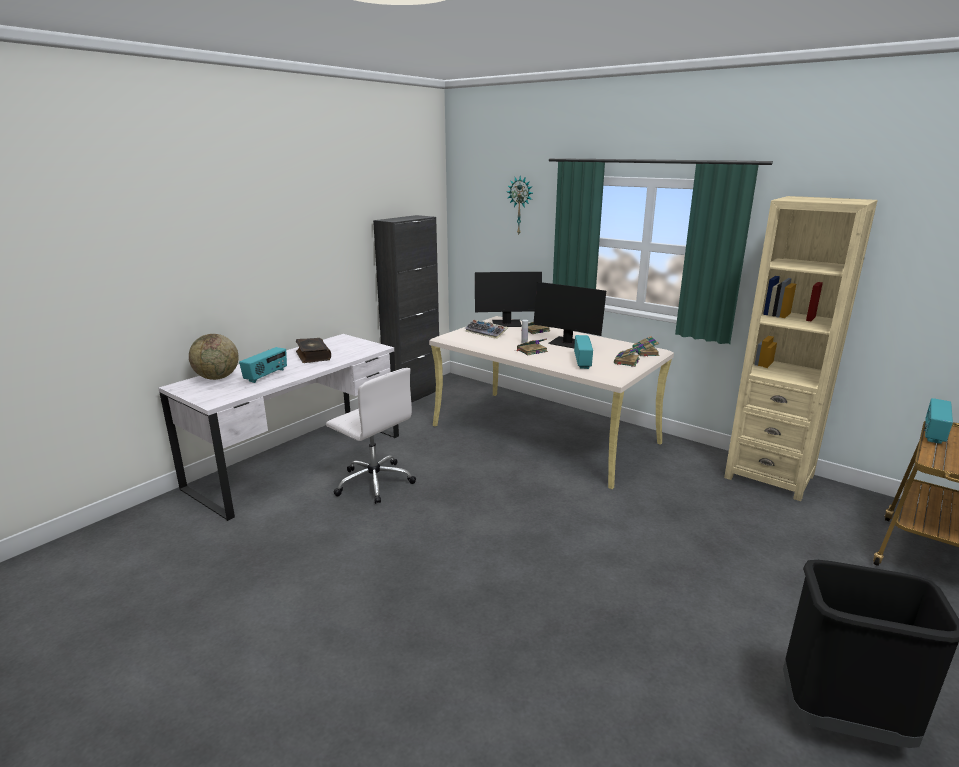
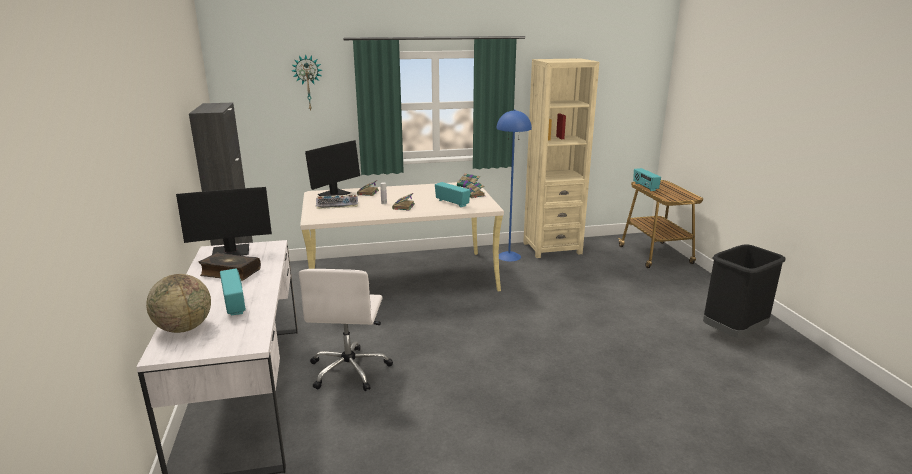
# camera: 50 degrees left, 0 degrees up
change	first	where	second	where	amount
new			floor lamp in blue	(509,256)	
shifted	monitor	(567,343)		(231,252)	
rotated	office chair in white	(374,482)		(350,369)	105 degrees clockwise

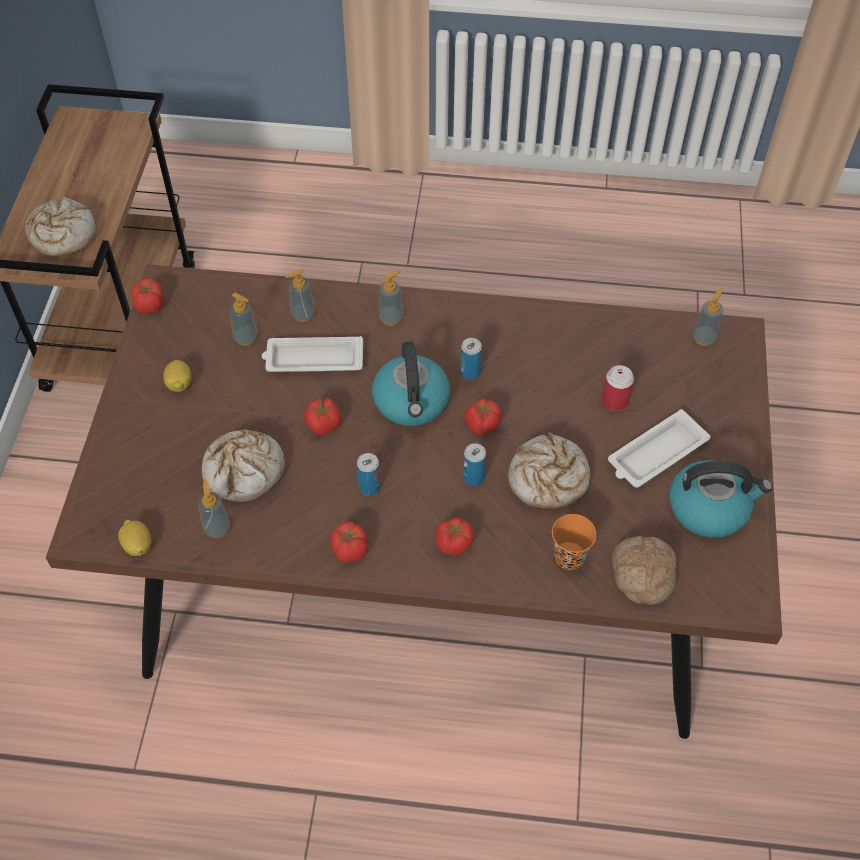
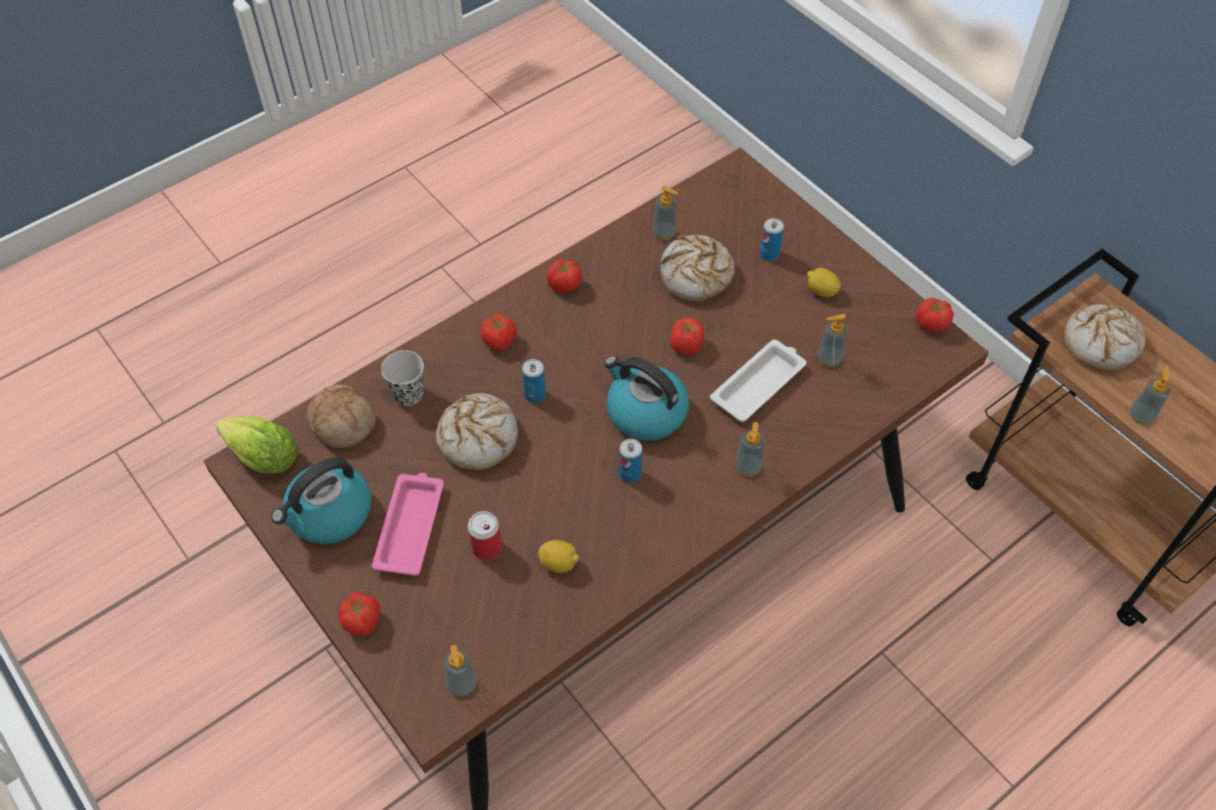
# camera: 135 degrees right, 0 degrees up
change	first	where	second	where	amount
new			lettuce	(260,456)	
shifted	lemon	(138,545)		(558,563)	
shifted	soap dispenser	(303,314)		(1141,416)	
shifted	can	(369,487)		(769,254)	
shifted	tomato	(482,425)		(362,621)	
repainted	cup in orange	(569,557)	cup in black	(408,394)	
repainted	tray in white	(655,454)	tray in pink	(410,526)	

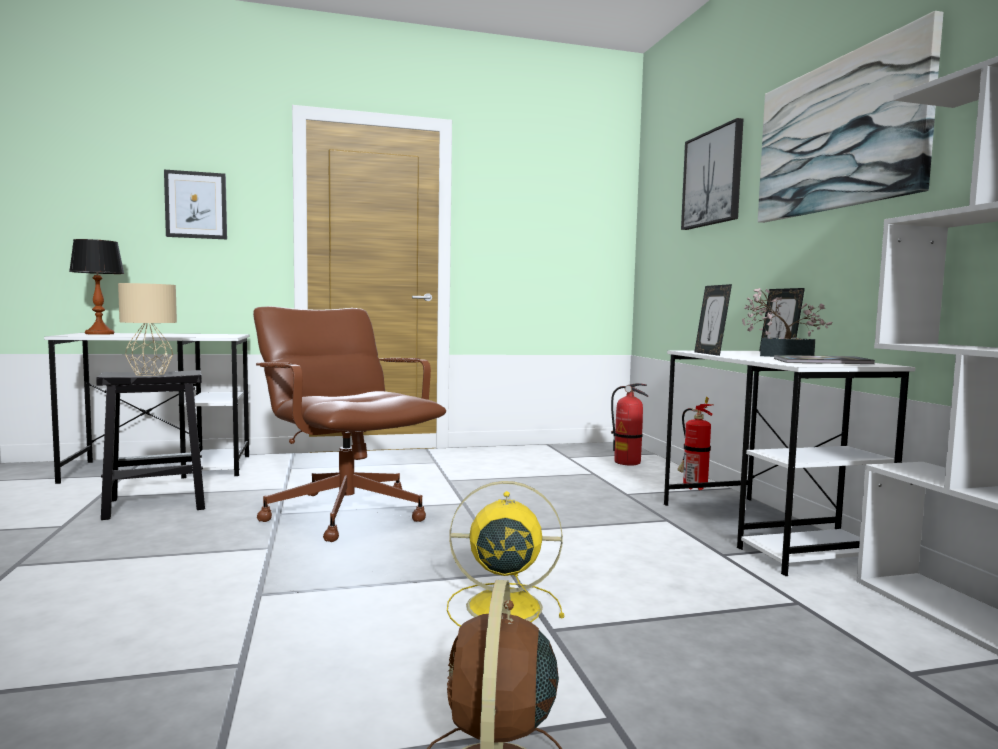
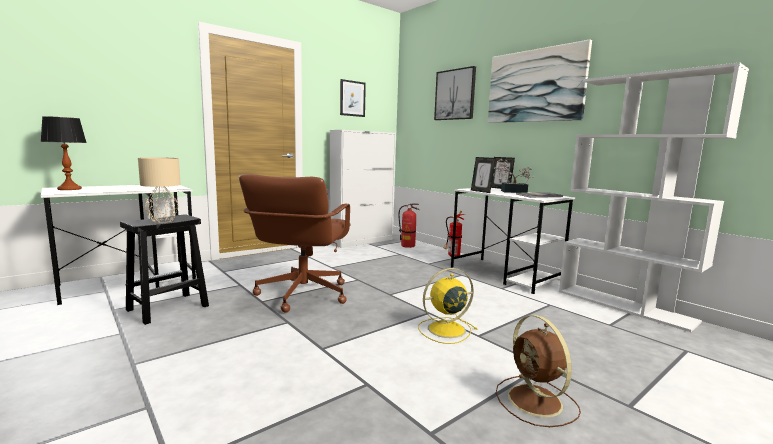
# camera: 25 degrees left, 5 degrees up
change	first	where	second	where	amount
new			cabinet in white	(362,241)	
shifted	picture	(196,205)		(352,98)	
rotated	office chair in brown	(346,513)		(302,295)	105 degrees counterclockwise

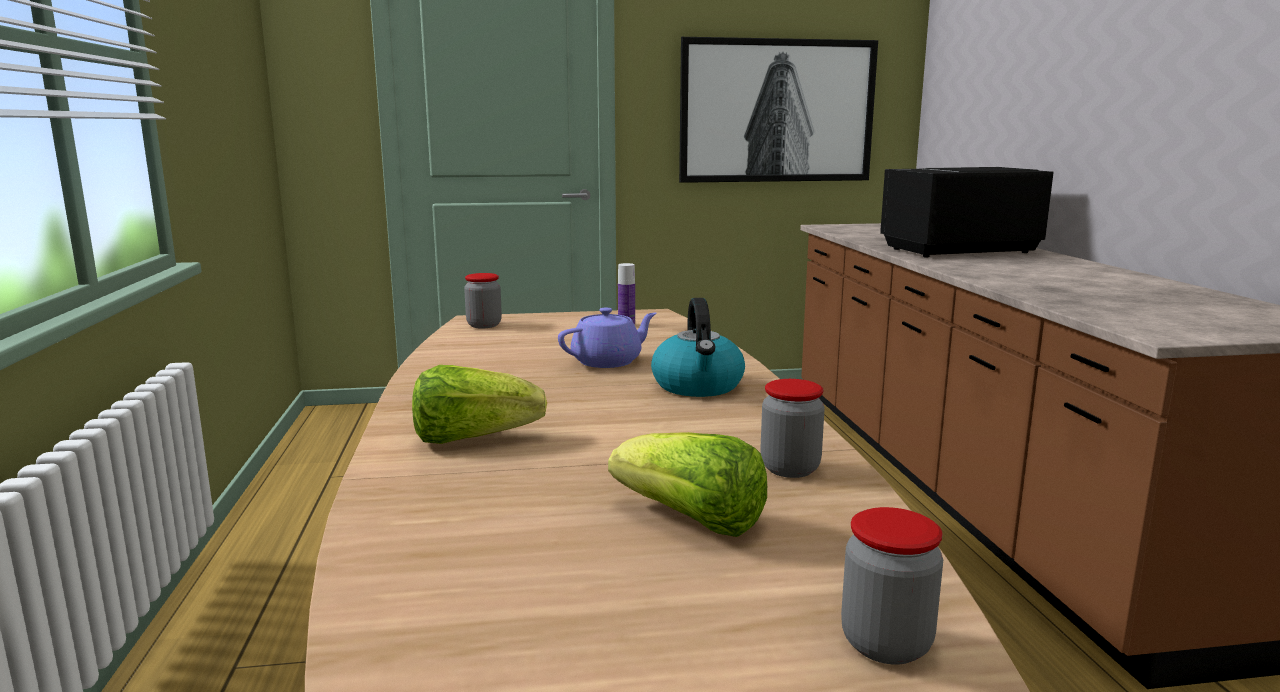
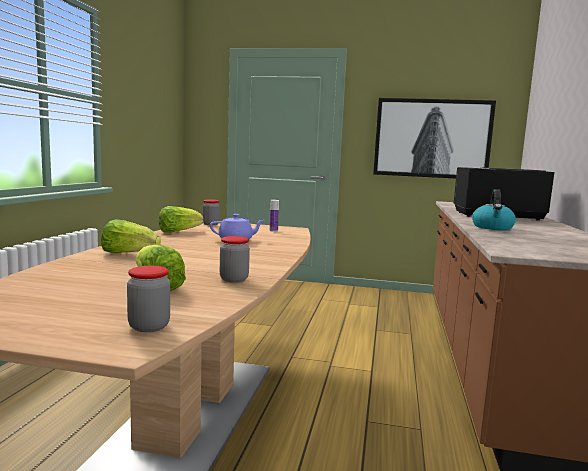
# camera: 20 degrees right, 5 degrees down
change	first	where	second	where	amount
new			lettuce	(178,232)	
shifted	kettle	(698,386)		(492,227)	

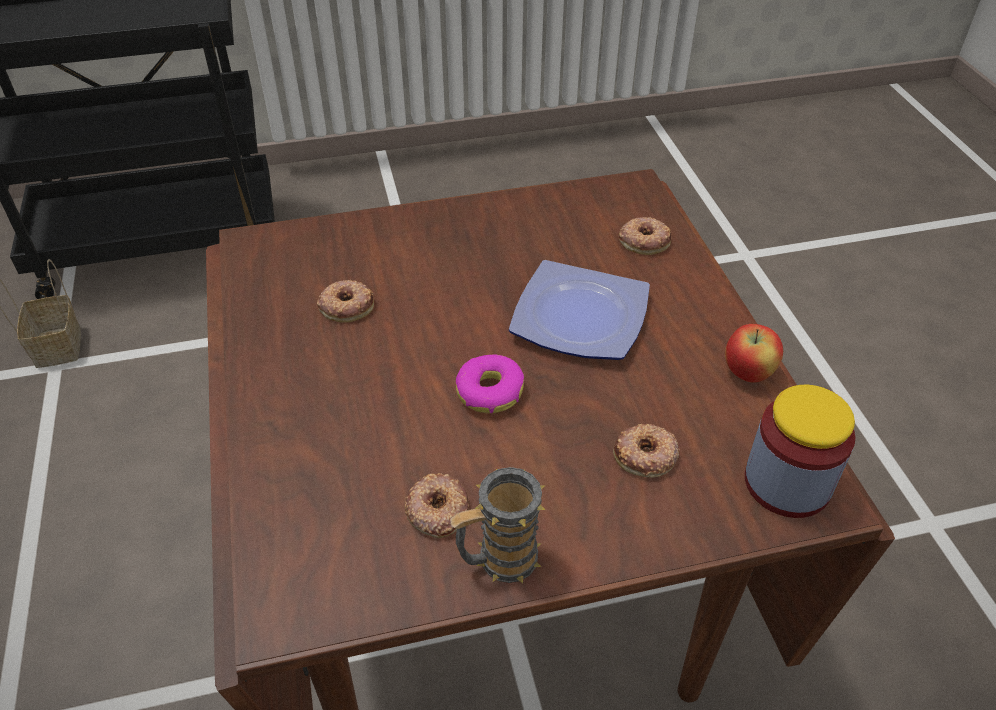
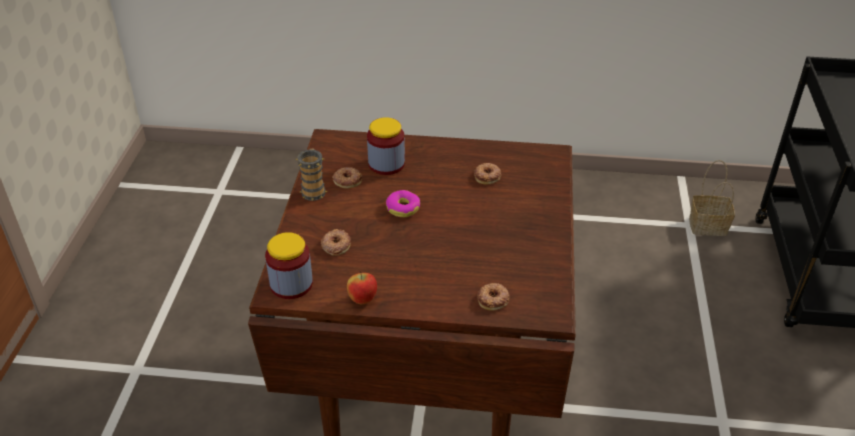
# camera: 110 degrees right, 5 degrees down
change	first	where	second	where	amount
gone	plate	(577,319)			
new			jar	(386,164)	

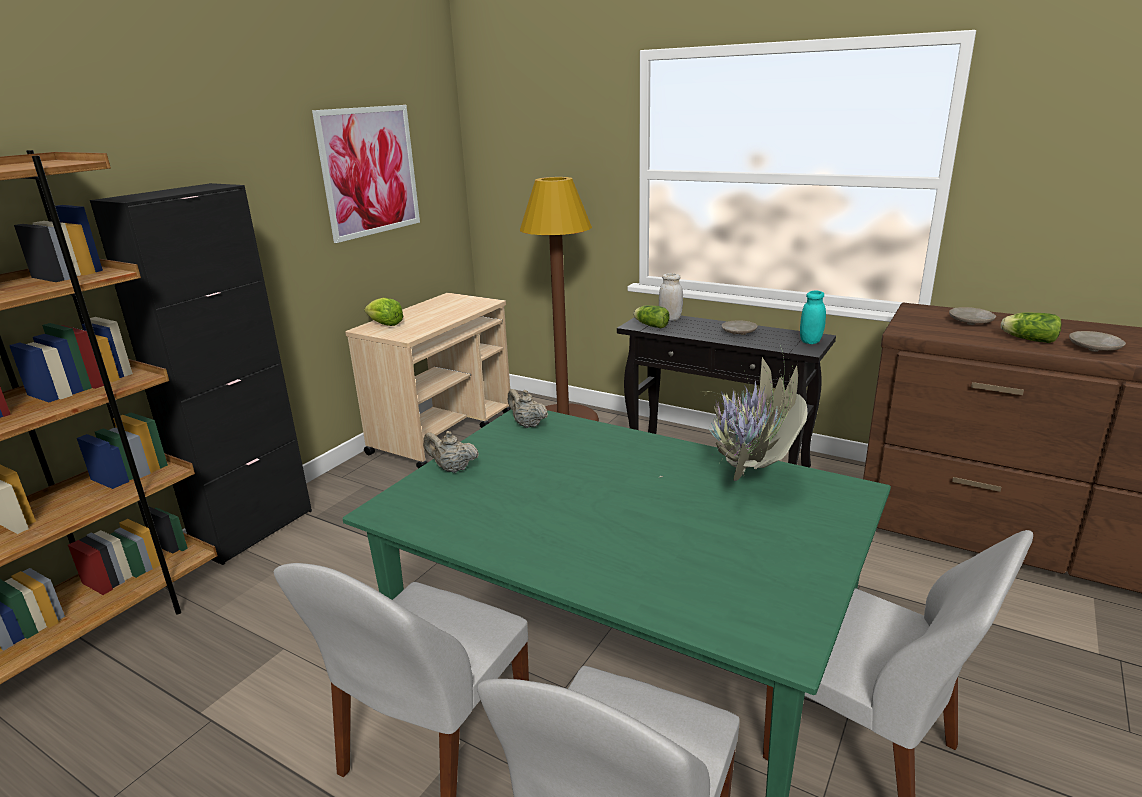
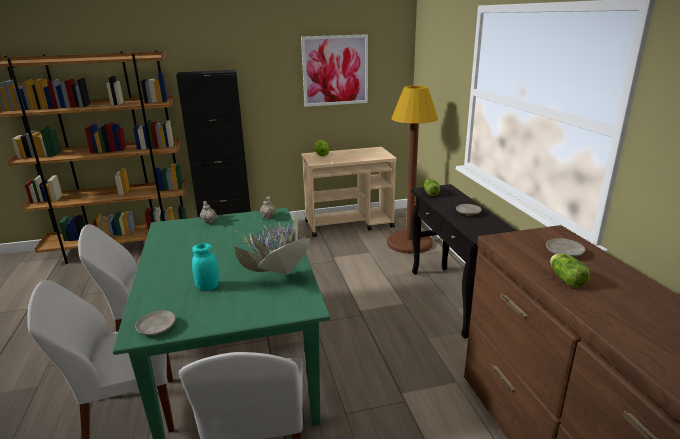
# camera: 45 degrees right, 0 degrees up
change	first	where	second	where	amount
gone	jar in white	(670,318)			
shifted	jar in turquoise	(810,341)		(208,287)	
shifted	plate in beige	(1094,348)		(156,328)	

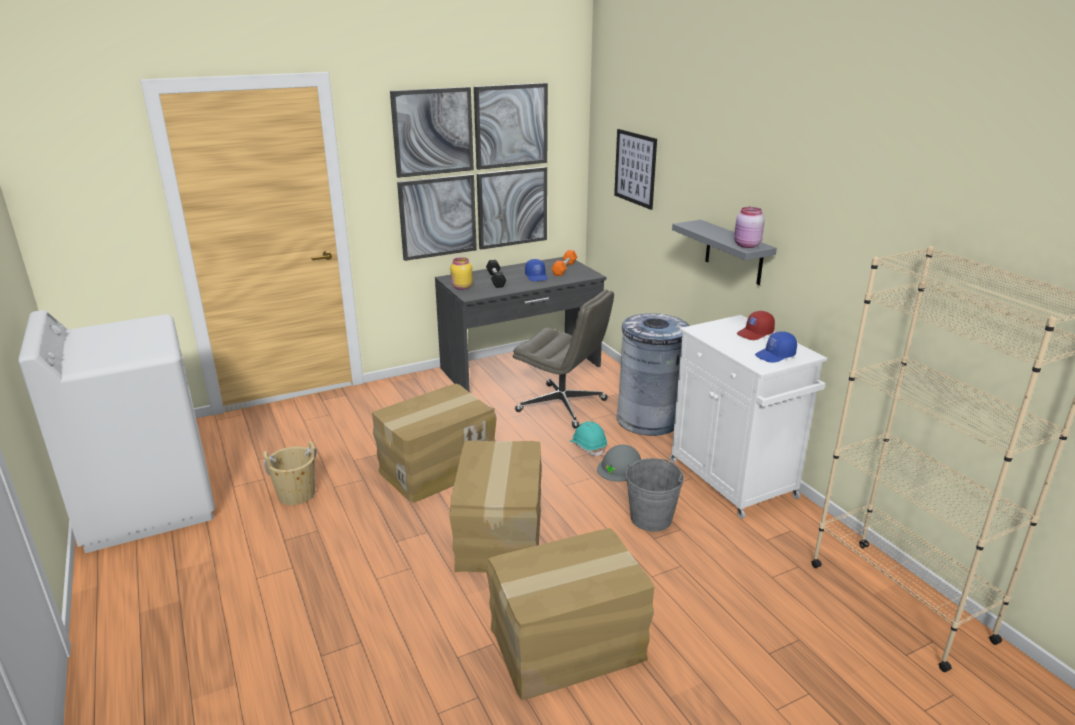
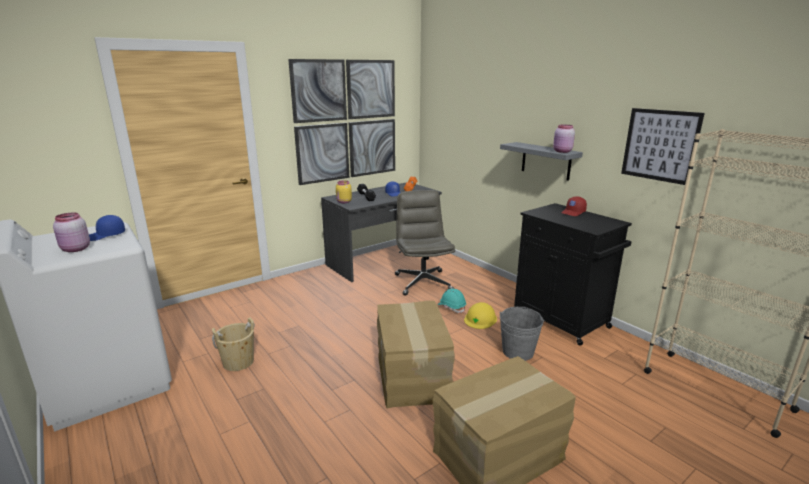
# camera: 10 degrees left, 5 degrees down
change	first	where	second	where	amount
gone	cardboard box	(436,468)			
gone	trash can in grey	(648,419)			
new			jar in pink	(75,249)	
shifted	picture	(635,168)		(660,145)	
shifted	cap in blue	(775,355)		(105,235)	
repainted	hard hat in grey	(620,467)	hard hat in yellow	(480,319)	
repainted	cabinet in white	(734,481)	cabinet in black	(562,320)	
rotated	office chair in grey	(563,406)		(422,282)	120 degrees counterclockwise

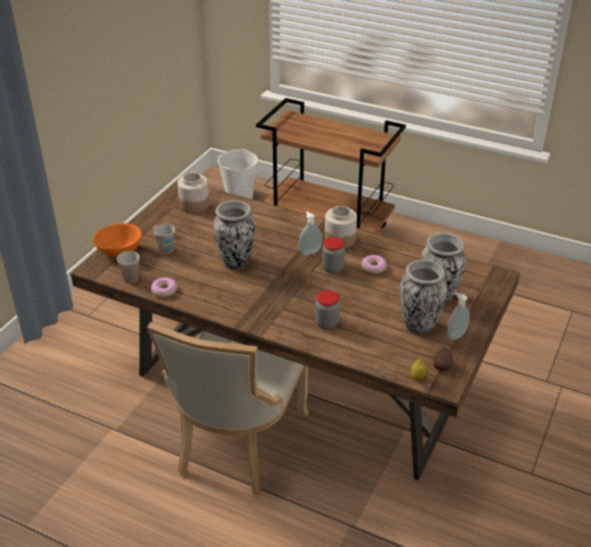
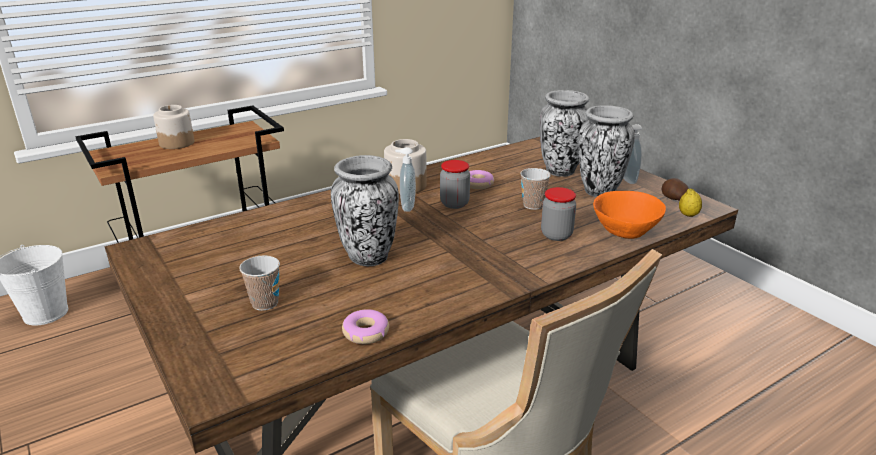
# camera: 60 degrees left, 10 degrees down
change	first	where	second	where	amount
shifted	bowl in orange	(120,251)		(624,231)	
shifted	cup	(131,278)		(533,205)	
shifted	jar	(194,204)		(176,143)	

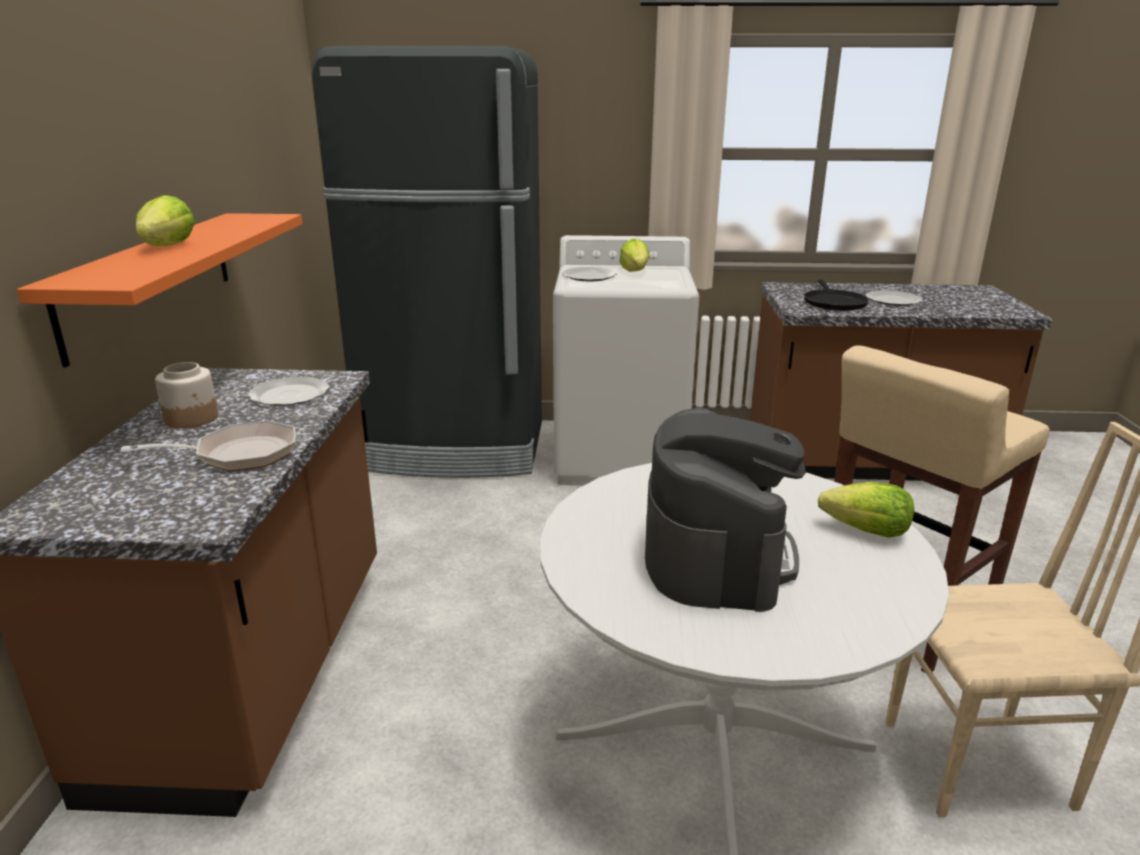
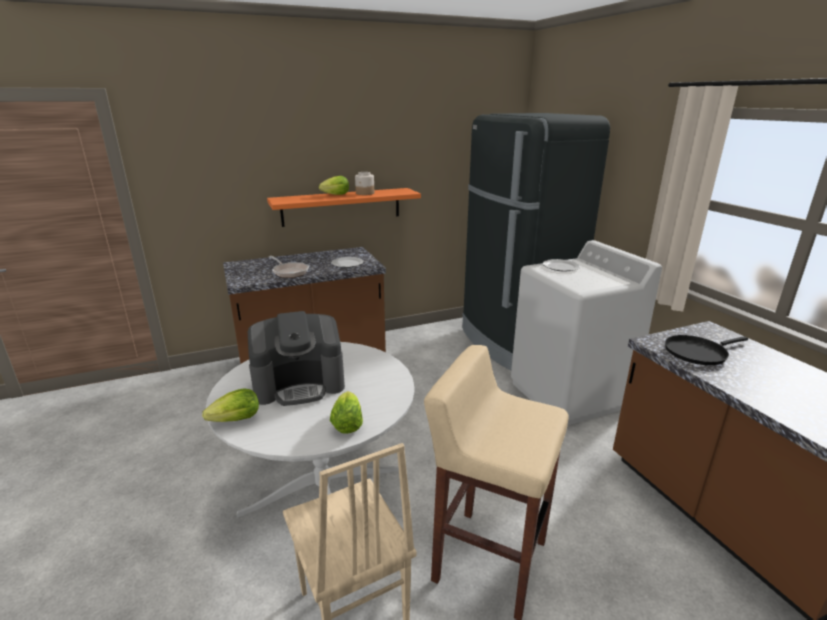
# camera: 65 degrees right, 0 degrees up
change	first	where	second	where	amount
gone	plate	(893,300)			
shifted	jar	(192,419)		(365,193)	
shifted	lettuce	(635,272)		(237,420)	

